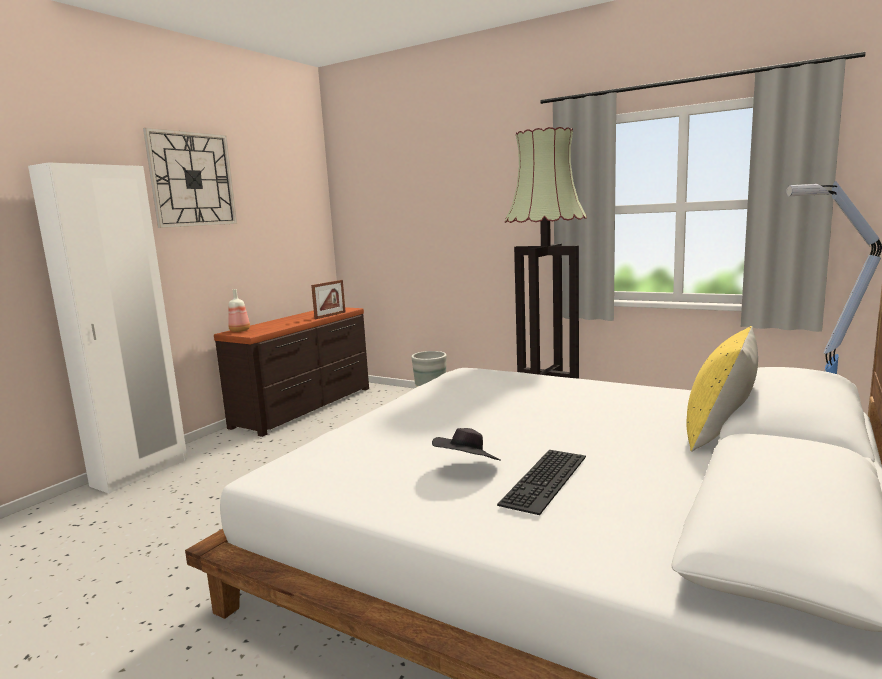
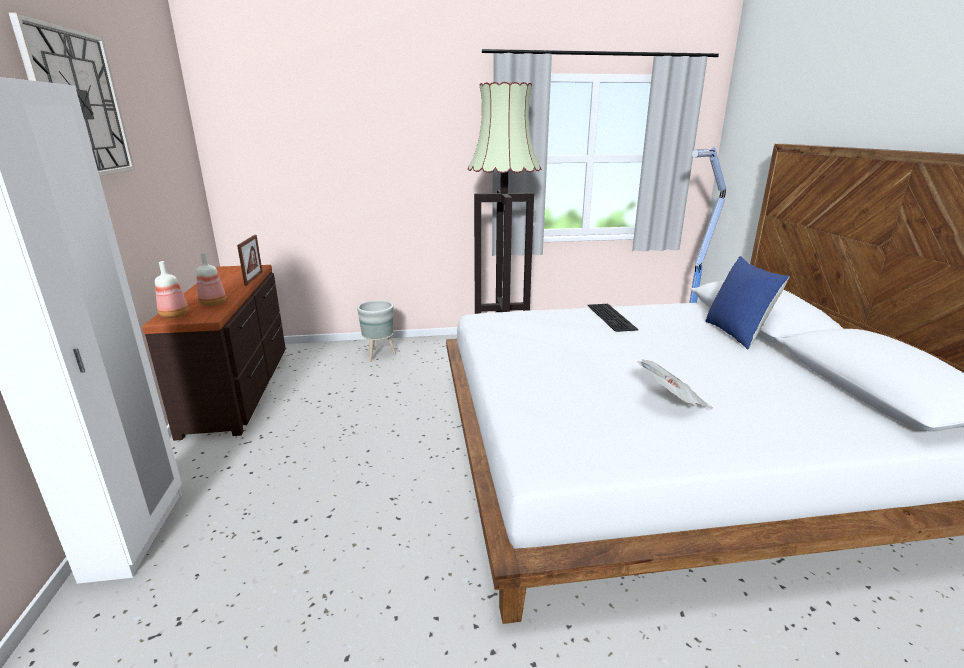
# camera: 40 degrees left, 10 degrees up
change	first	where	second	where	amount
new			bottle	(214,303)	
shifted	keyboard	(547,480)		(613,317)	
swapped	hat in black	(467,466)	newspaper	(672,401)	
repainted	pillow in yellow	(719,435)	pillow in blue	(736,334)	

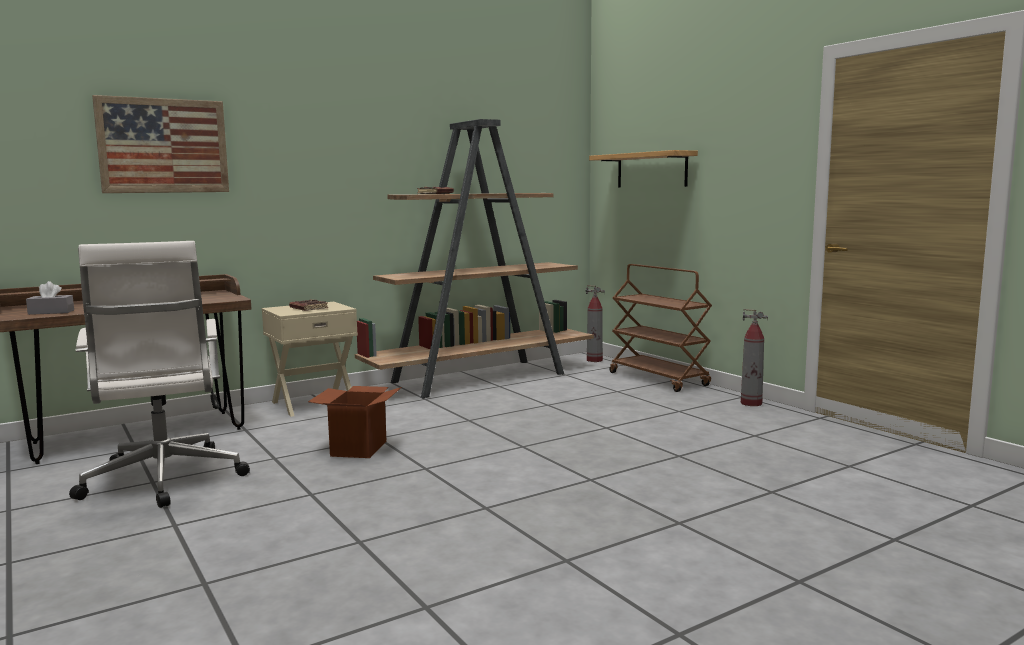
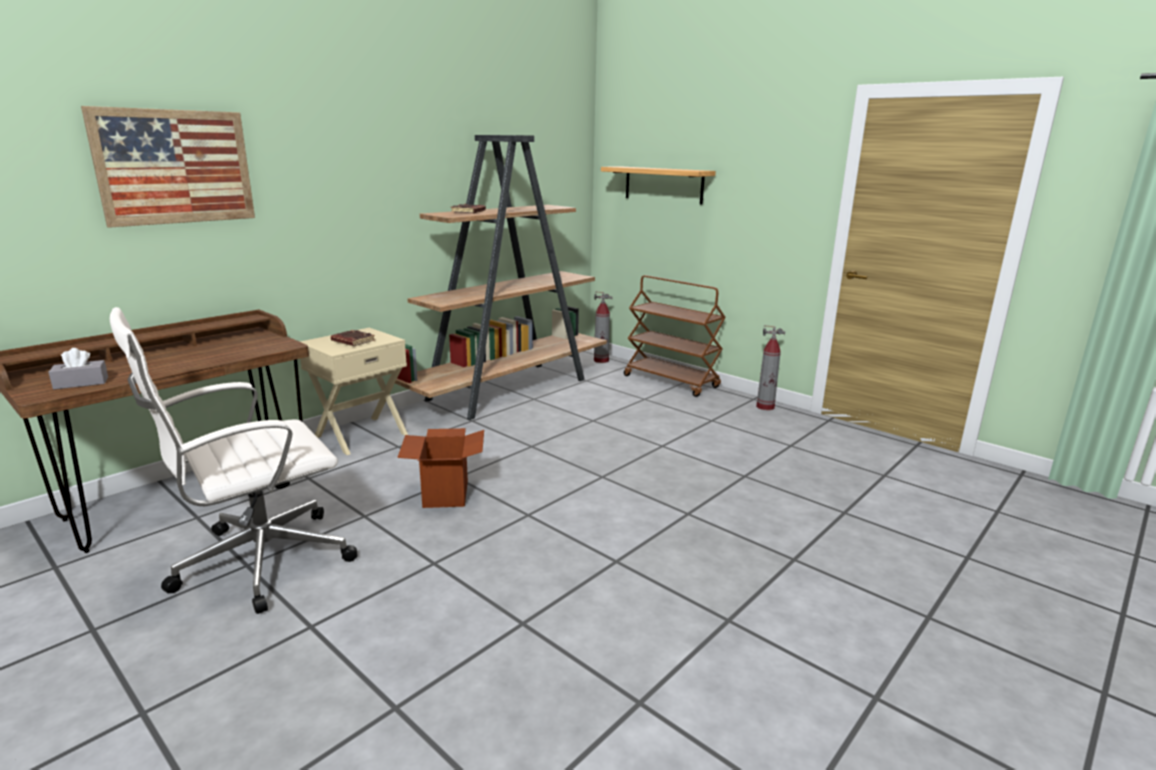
# camera: 15 degrees left, 10 degrees up
change	first	where	second	where	amount
rotated	office chair in white	(163,480)		(258,562)	90 degrees clockwise

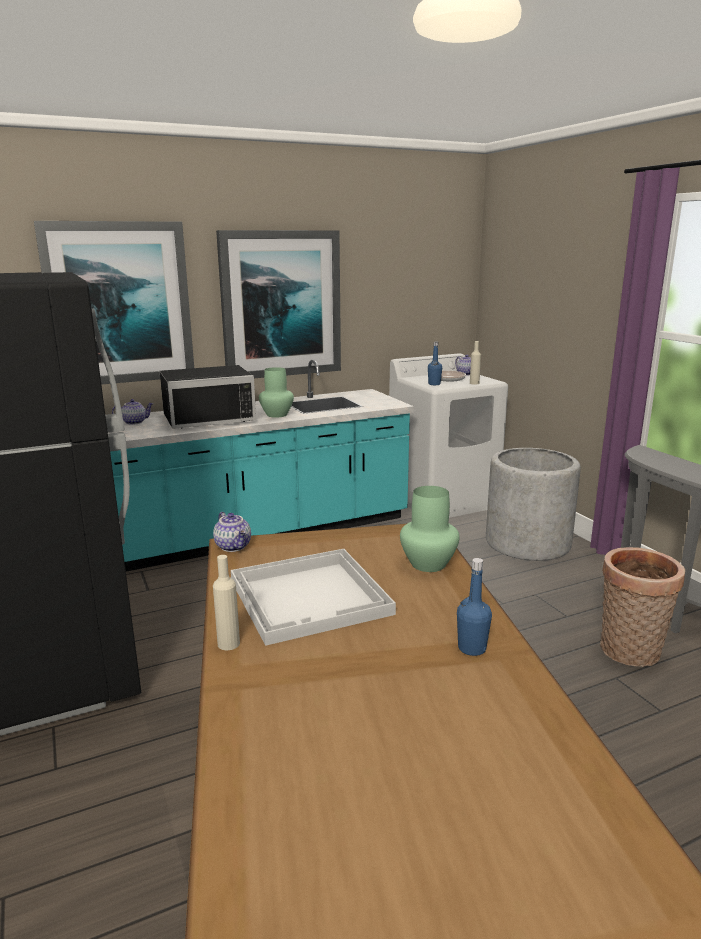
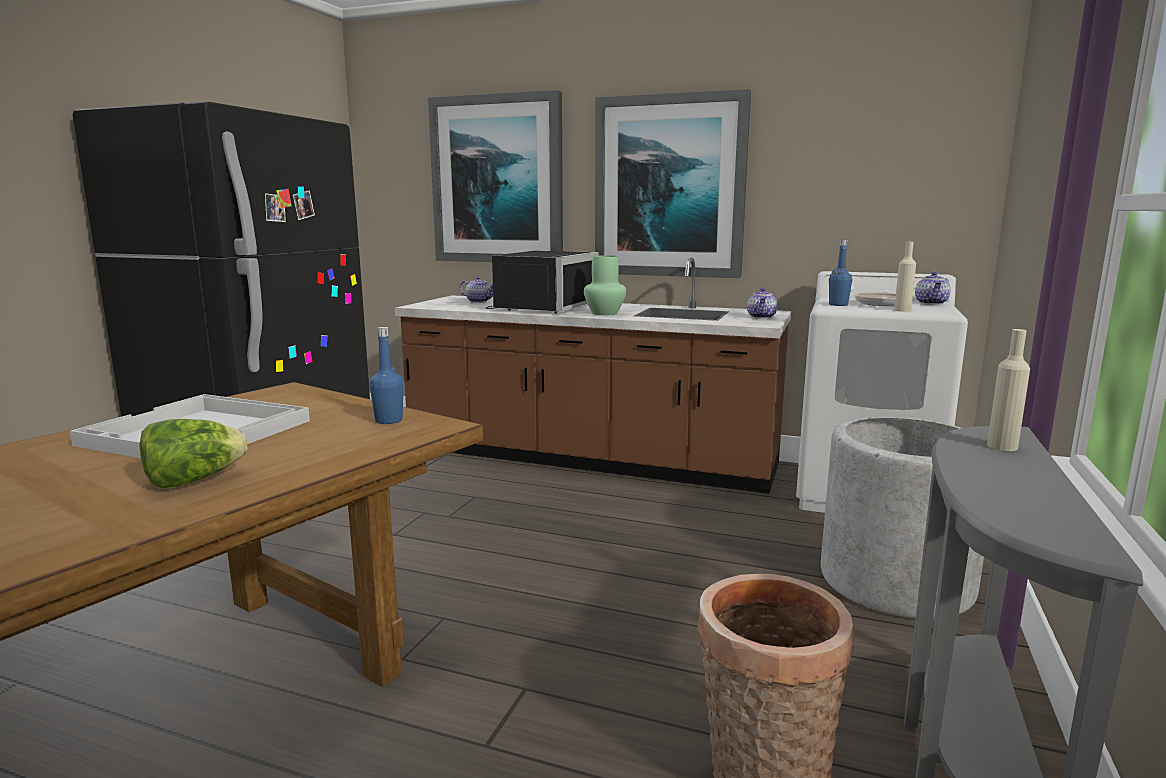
# camera: 45 degrees right, 5 degrees down
change	first	where	second	where	amount
gone	vase in green	(428,563)			
new			lettuce	(194,481)	
shifted	teapot	(234,546)		(762,317)	
shifted	bottle in beige	(228,644)		(1002,446)	
shifted	bottle in blue	(472,648)		(389,420)	
repainted	counter in turquoise	(257,533)	counter in brown	(589,458)	
rotated	microwave in black	(208,418)		(540,307)	90 degrees counterclockwise

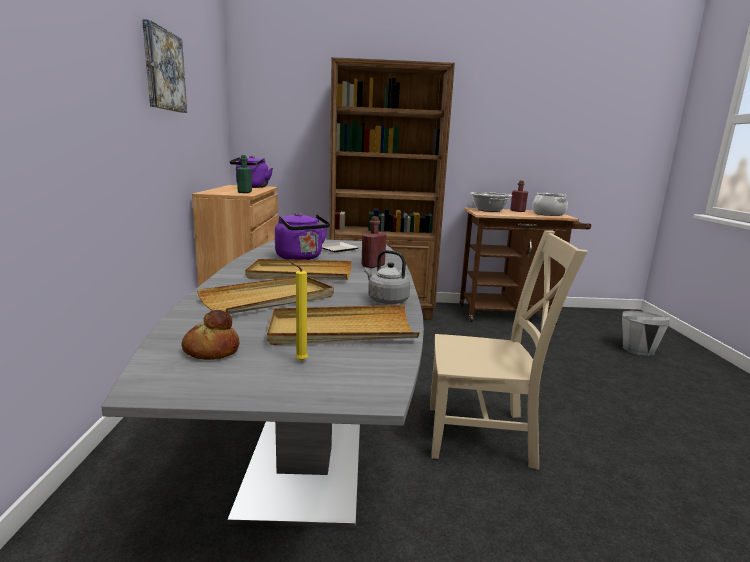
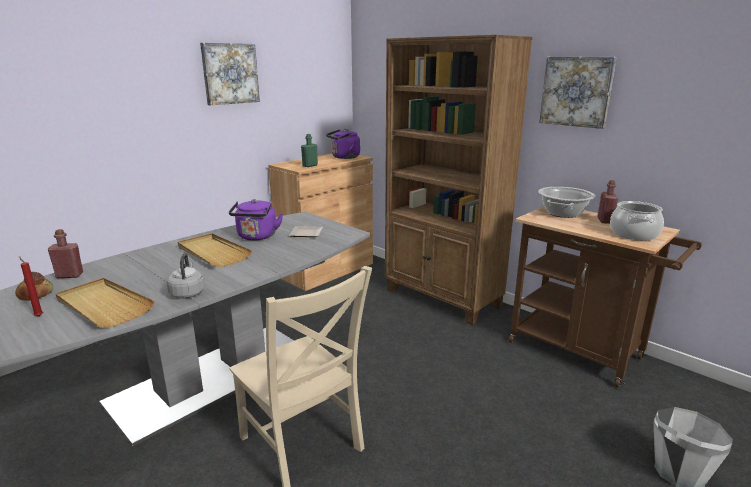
# camera: 45 degrees right, 5 degrees up
change	first	where	second	where	amount
gone	tray in beige	(269,299)			
new			picture	(576,91)	
shifted	bottle in red	(373,265)		(69,275)	
repainted	candle in yellow	(299,361)	candle in red	(38,316)	

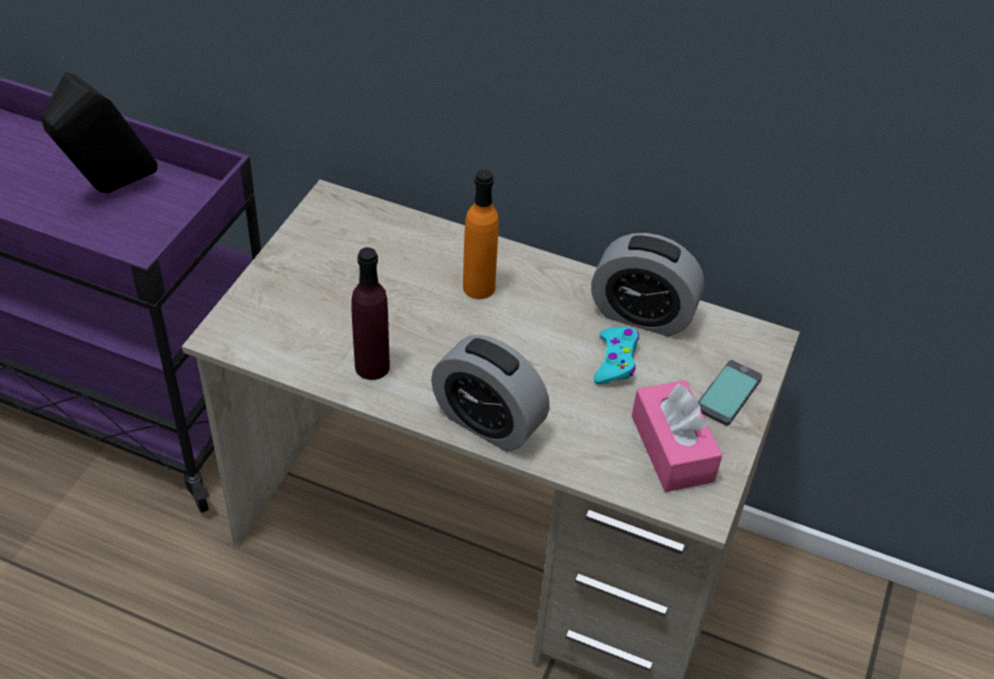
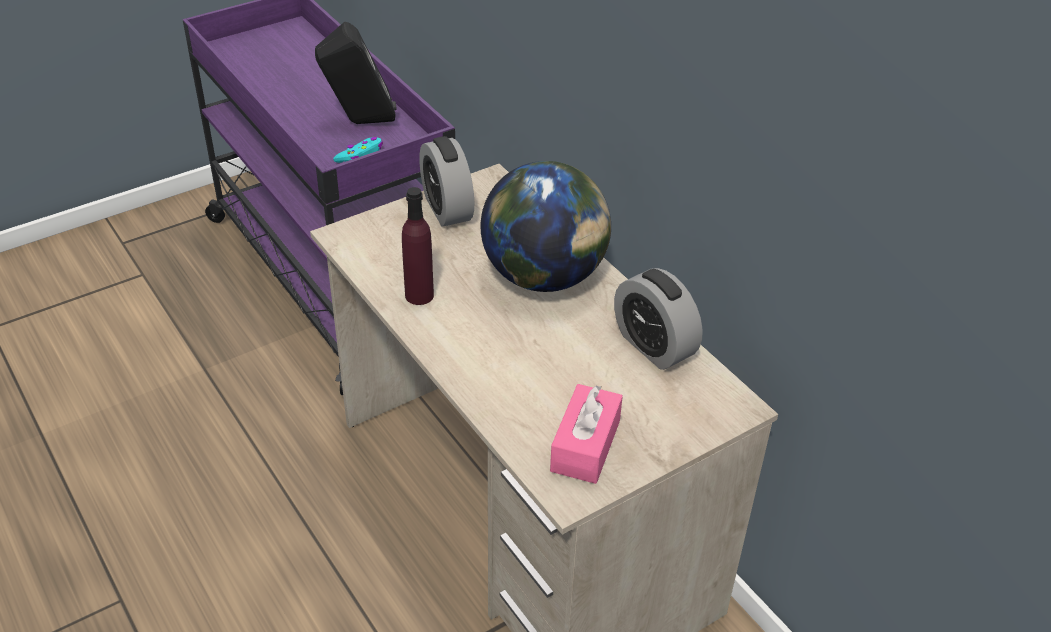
# camera: 35 degrees right, 5 degrees down
change	first	where	second	where	amount
gone	phone	(728,393)			
shifted	alarm clock	(488,422)		(447,208)	
shifted	game controller in turquoise	(615,361)		(360,156)	
swapped	bottle in orange	(478,287)	globe	(544,276)	

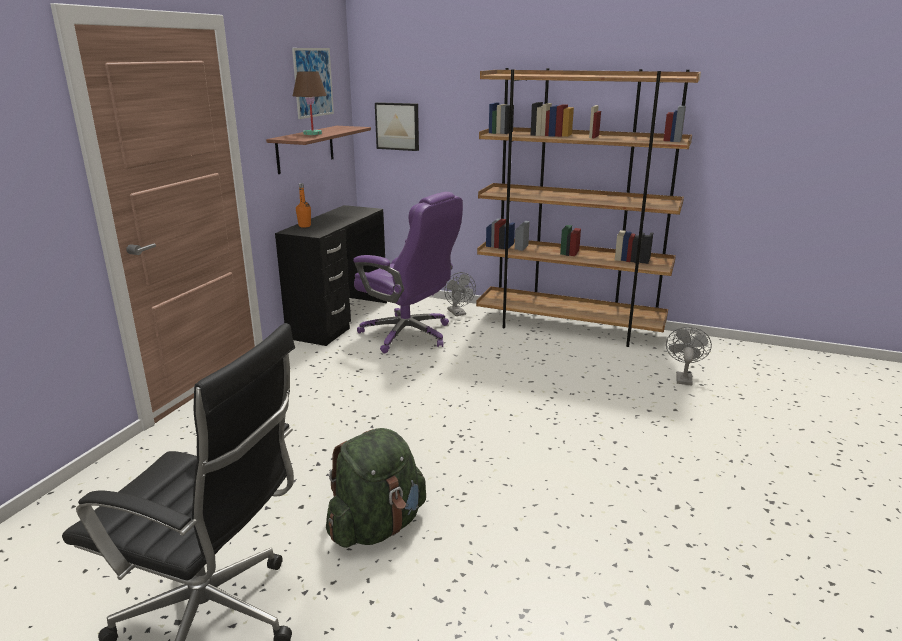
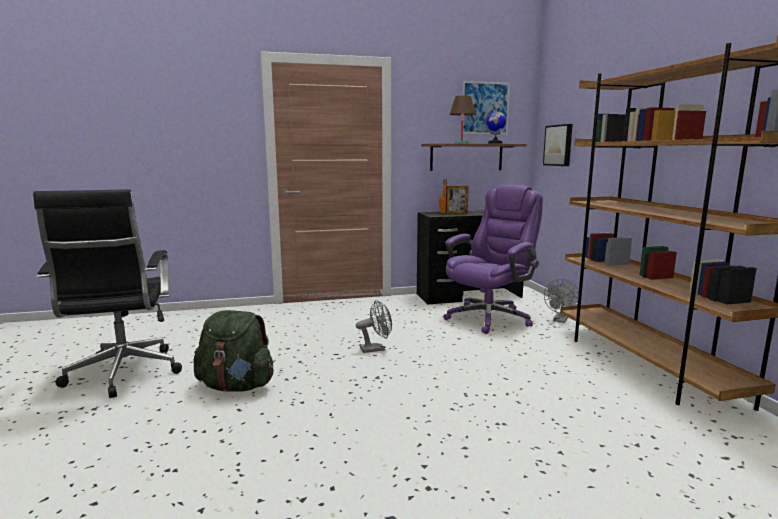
# camera: 55 degrees right, 10 degrees down
change	first	where	second	where	amount
new			picture frame	(456,214)	
new			globe	(495,143)	
shifted	fan in grey	(683,377)		(376,349)	
rotated	office chair in purple	(408,335)		(489,318)	135 degrees counterclockwise

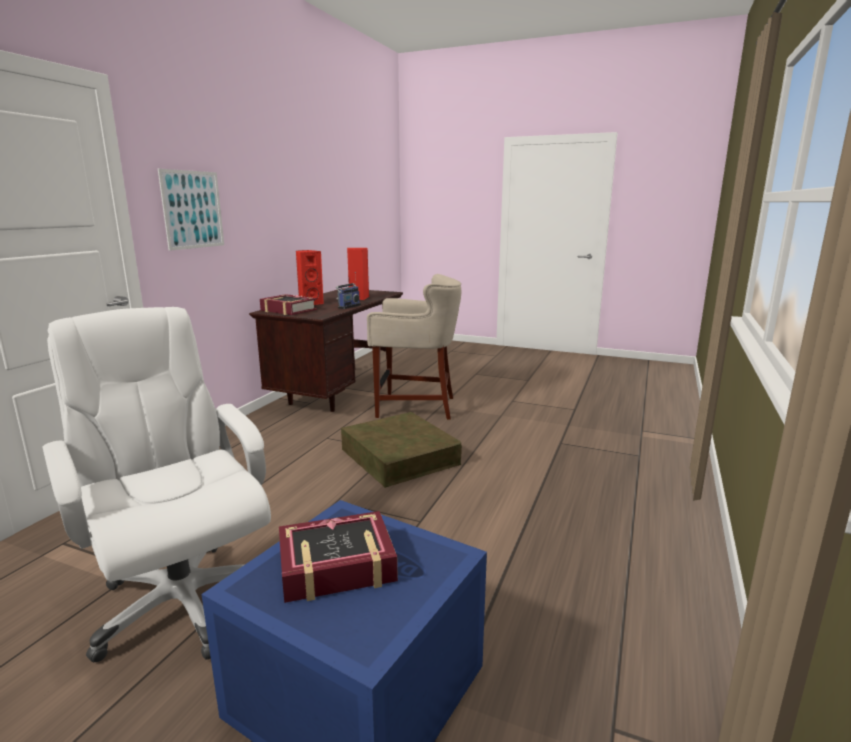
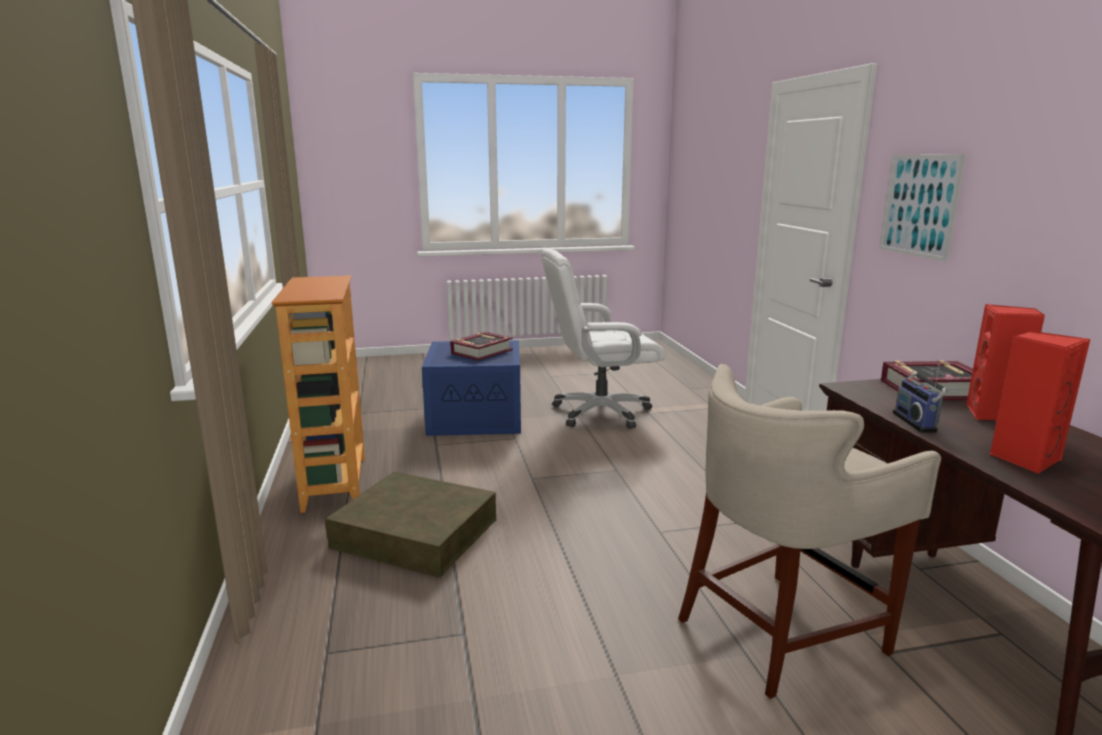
# camera: 145 degrees right, 0 degrees up
change	first	where	second	where	amount
new			bookcase	(333,484)	
shifted	storage box in brown	(399,456)		(415,533)	
rotated	office chair in white	(182,601)		(600,412)	150 degrees clockwise

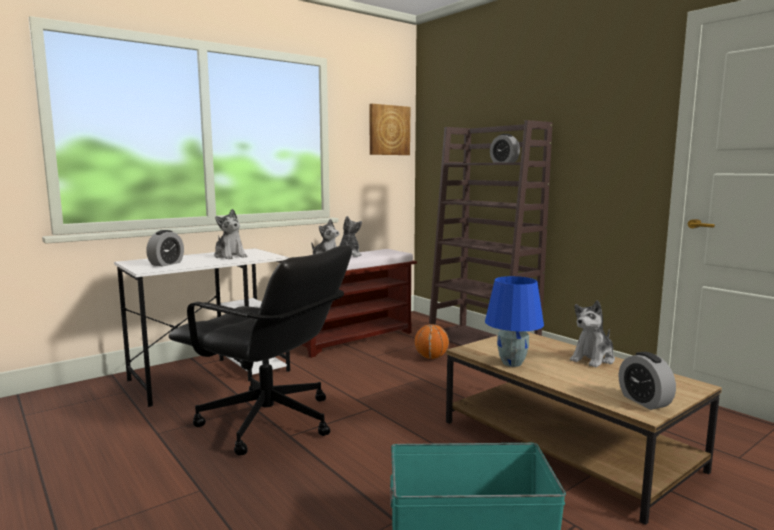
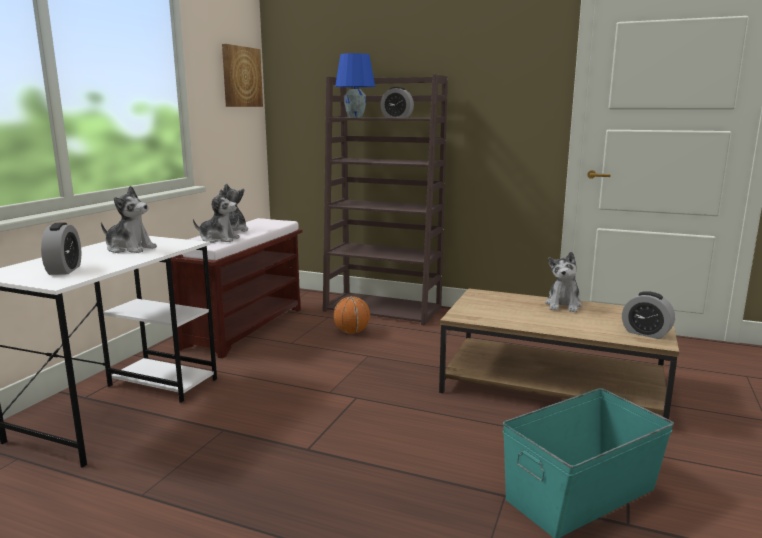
# camera: 30 degrees left, 5 degrees up
change	first	where	second	where	amount
gone	office chair in black	(269,422)			
shifted	table lamp in blue	(512,363)		(355,117)	

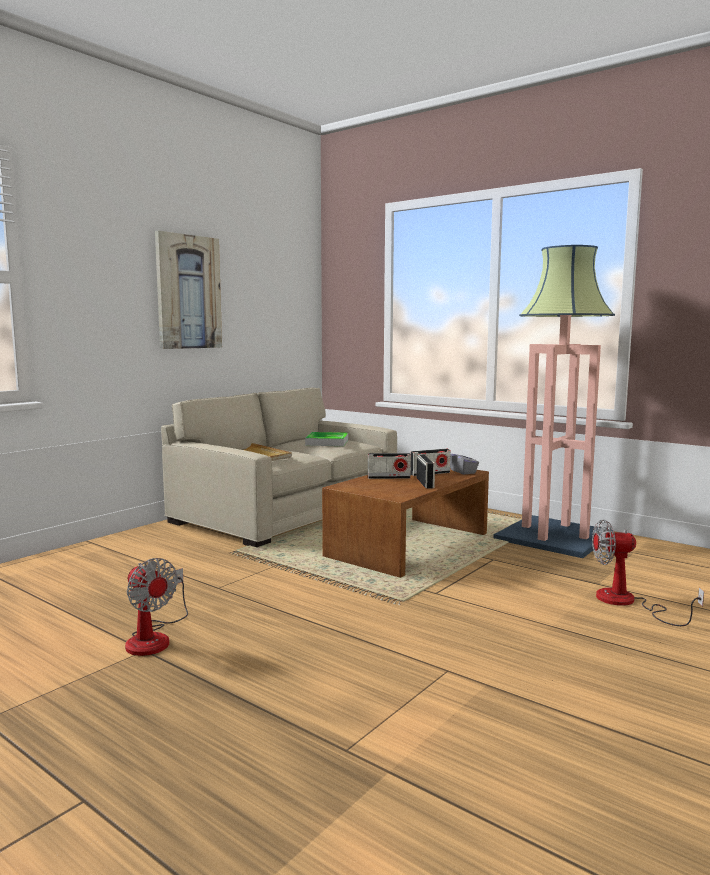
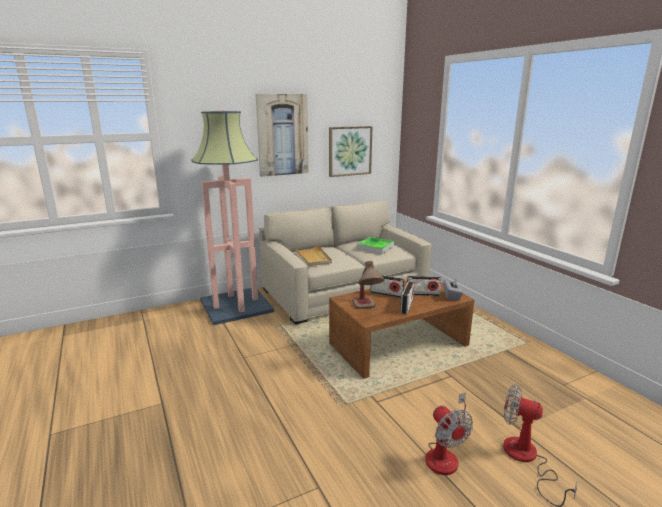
# camera: 25 degrees right, 10 degrees up
change	first	where	second	where	amount
new			picture	(349,151)	
new			table lamp	(367,309)	
shifted	fan	(154,637)		(445,454)	
shifted	floor lamp	(554,536)		(236,306)	

